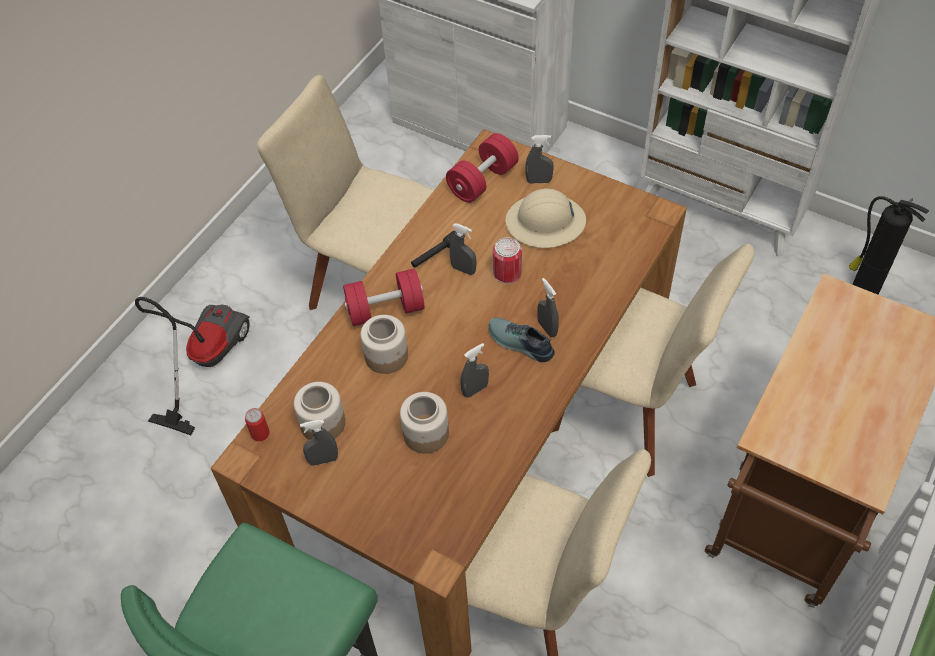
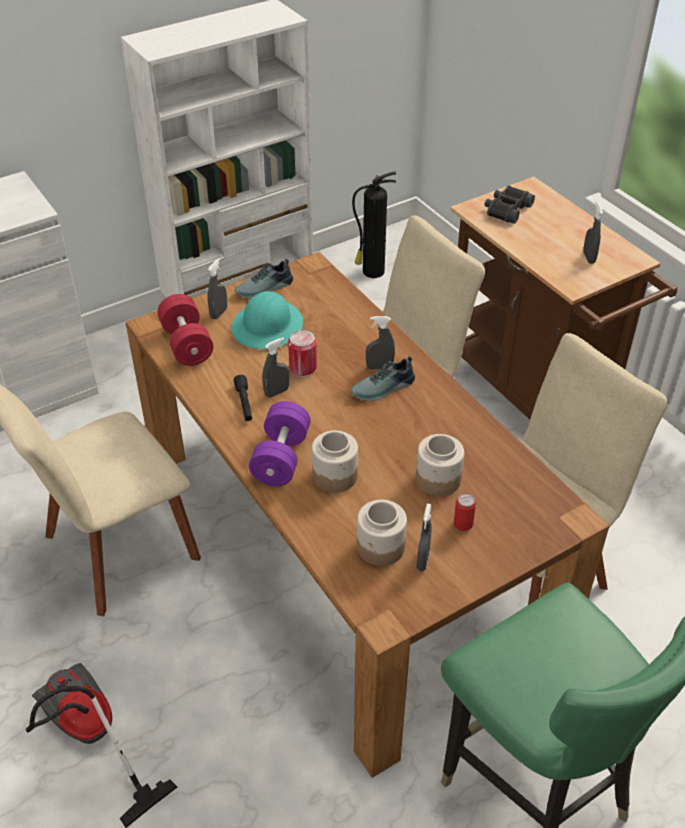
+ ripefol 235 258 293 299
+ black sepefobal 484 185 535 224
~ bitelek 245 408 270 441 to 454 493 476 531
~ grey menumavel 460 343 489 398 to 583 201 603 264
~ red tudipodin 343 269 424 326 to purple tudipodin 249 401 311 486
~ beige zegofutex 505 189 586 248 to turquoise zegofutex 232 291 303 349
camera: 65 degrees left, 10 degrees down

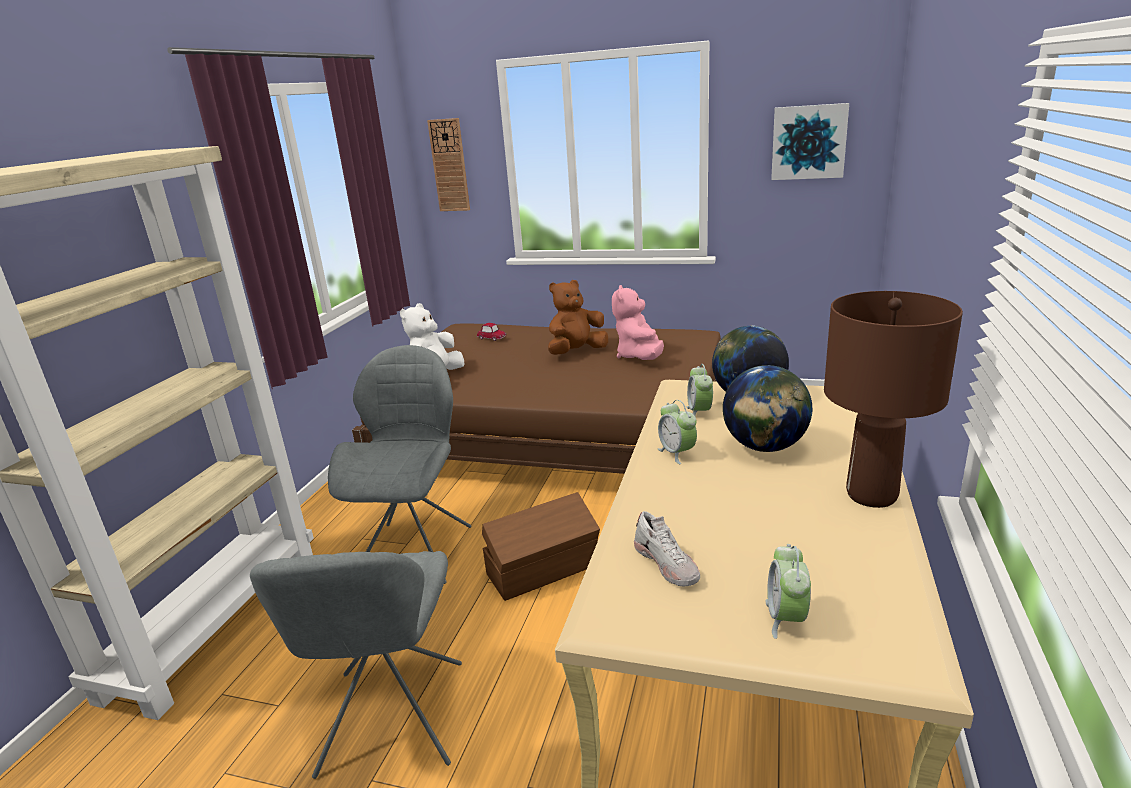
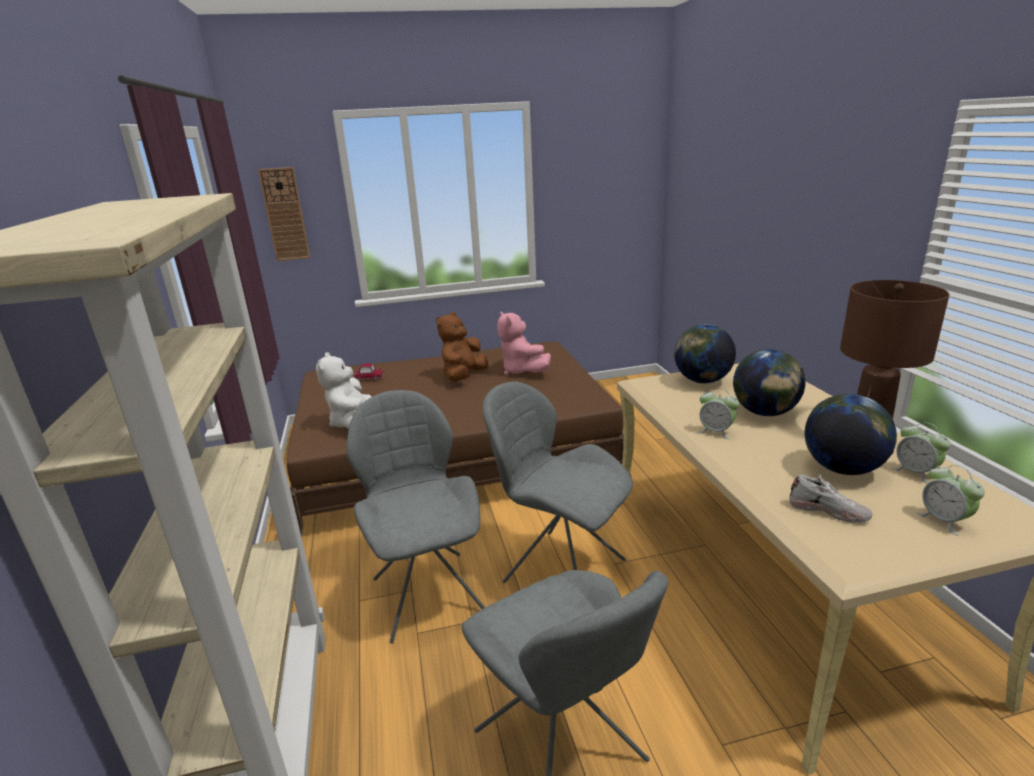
- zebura 771 103 849 180
+ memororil 805 394 897 475
~ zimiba 687 364 713 416 to 892 422 951 483
~ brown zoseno 482 492 600 601 to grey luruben 482 382 633 583
camera: 30 degrees left, 0 degrees up

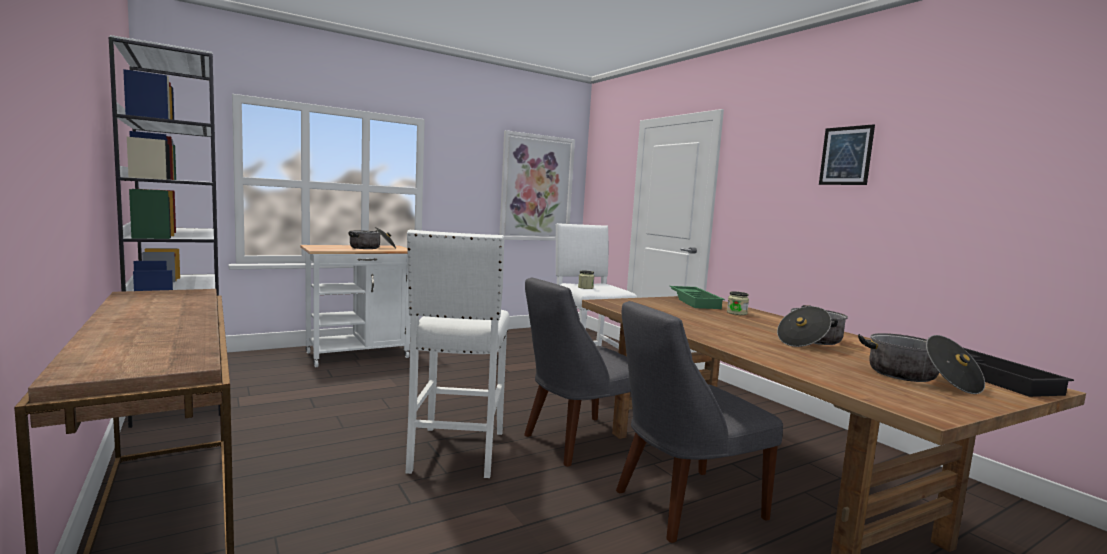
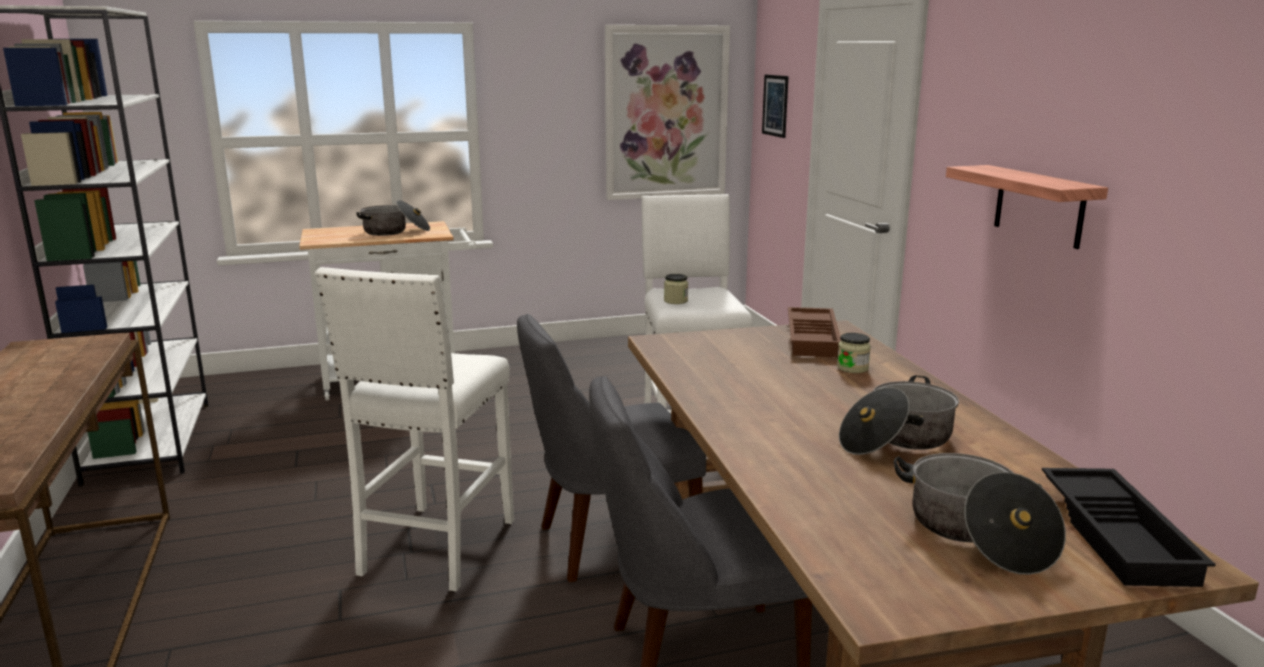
+ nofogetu 946 165 1108 249
~ zebura 819 124 875 185 to 762 75 789 138
~ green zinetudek 670 286 725 309 to brown zinetudek 788 307 841 357
camera: 15 degrees right, 10 degrees up

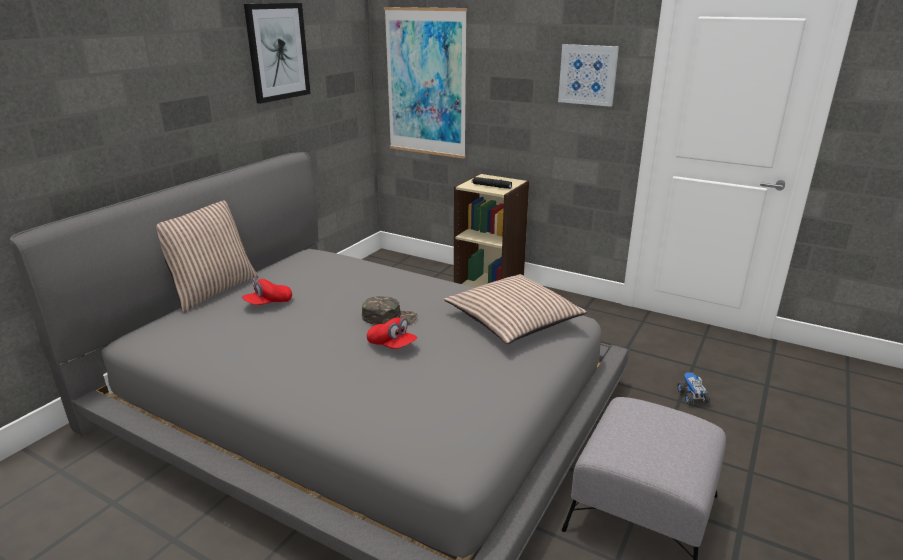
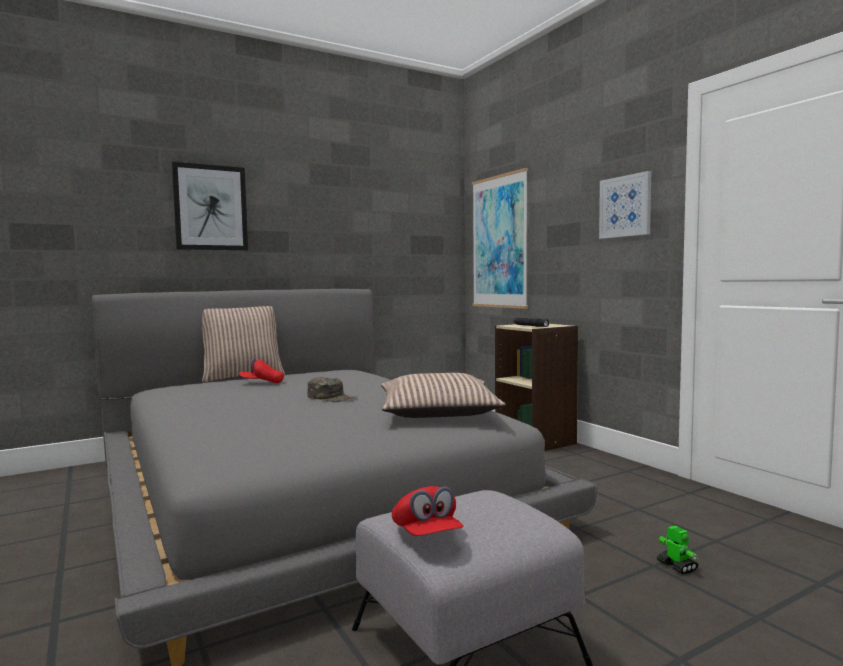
~ zebura 244 3 311 104 to 172 162 248 250
~ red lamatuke 367 317 417 349 to 392 486 464 536
~ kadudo 677 372 710 405 to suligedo 657 526 698 574
camera: 30 degrees right, 20 degrees down

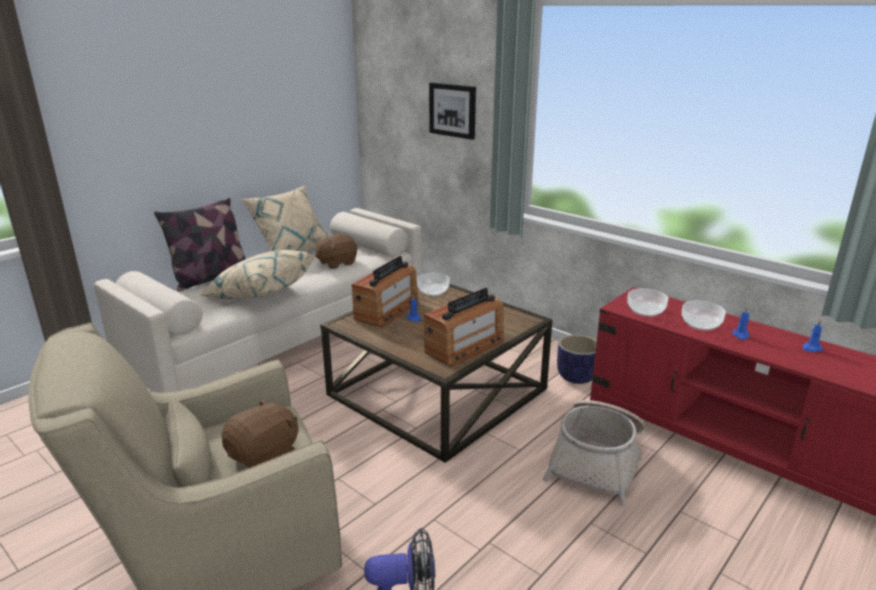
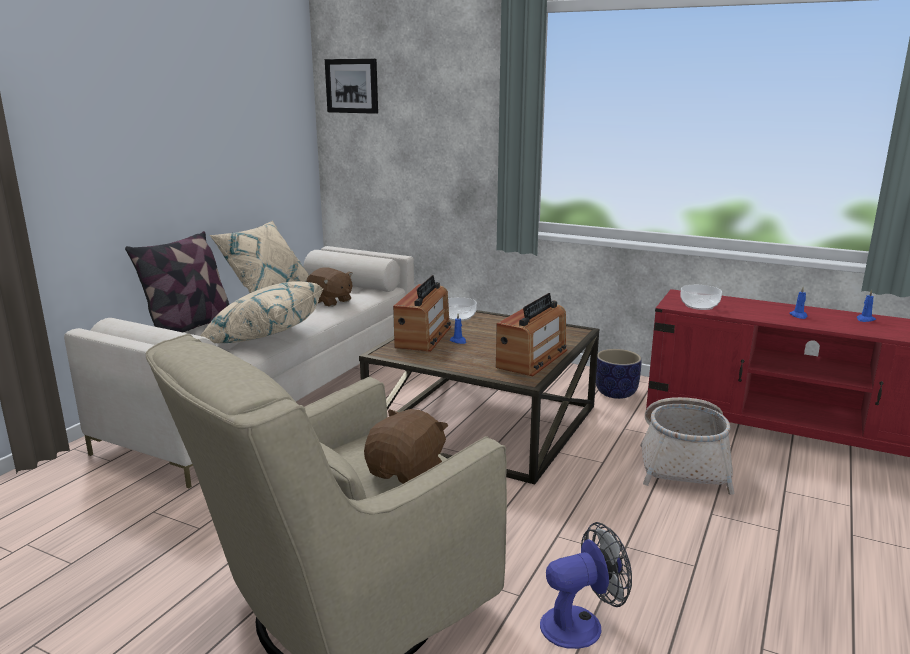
- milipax 682 301 726 331
~ zebura 429 82 476 140 to 325 59 378 114
~ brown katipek 315 234 357 269 = 306 268 353 307 90 degrees counterclockwise
camera: 15 degrees left, 5 degrees down

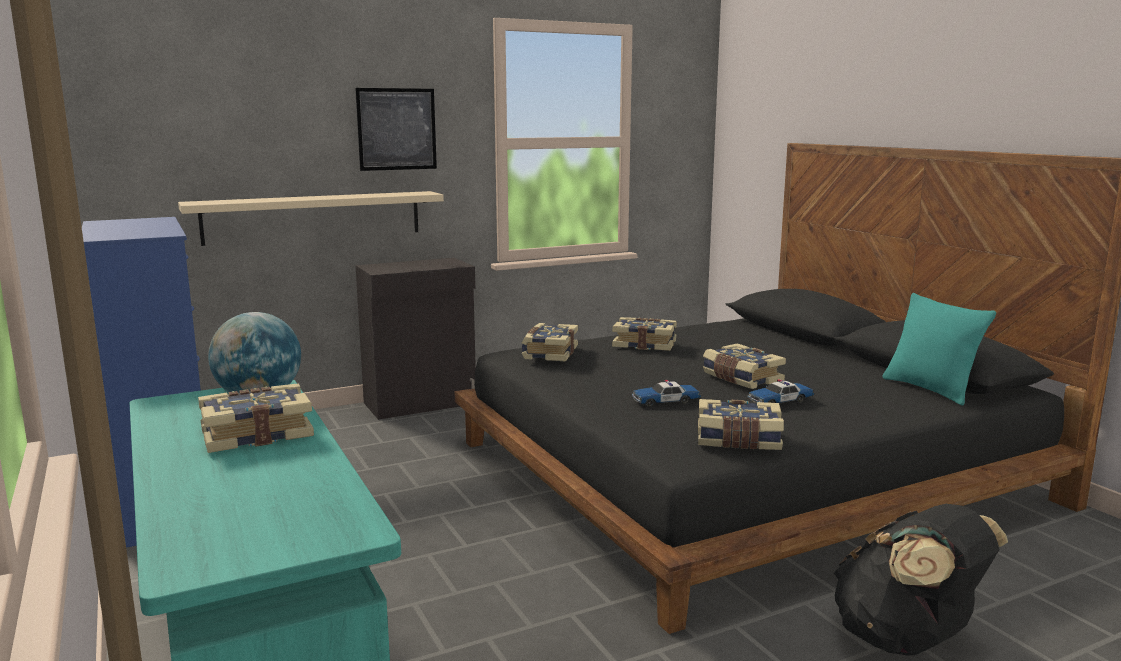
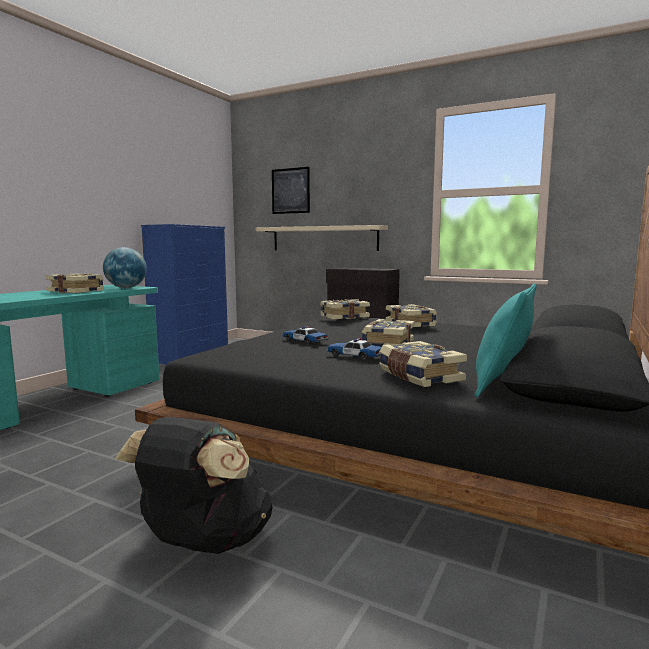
~ zebura 355 88 437 171 to 272 167 310 214
~ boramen 698 399 784 450 to 379 341 467 387
camera: 55 degrees right, 5 degrees down

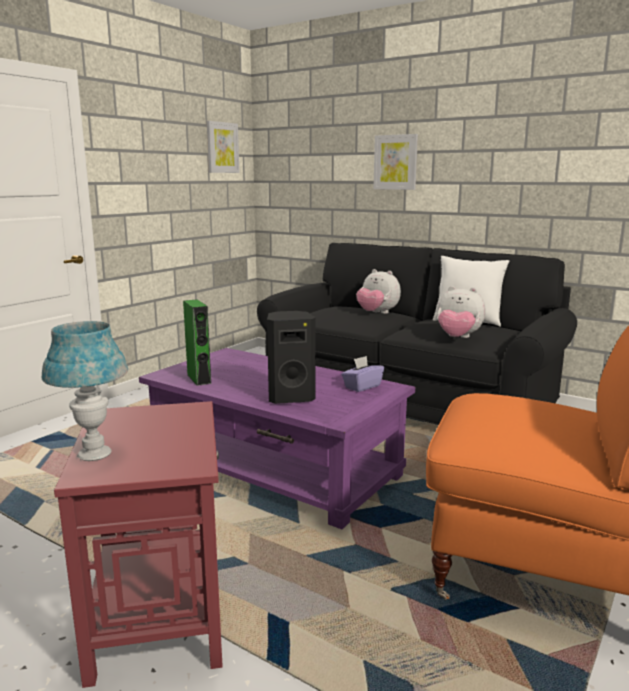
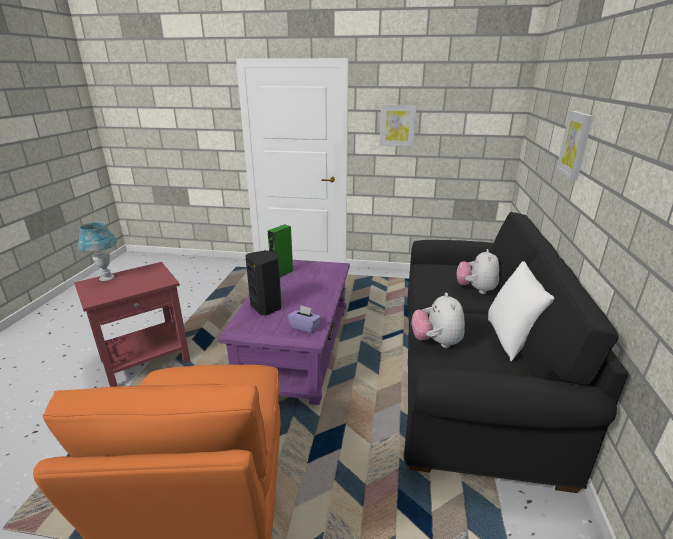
~ zebura 207 121 240 173 to 379 104 416 147
camera: 65 degrees right, 10 degrees up

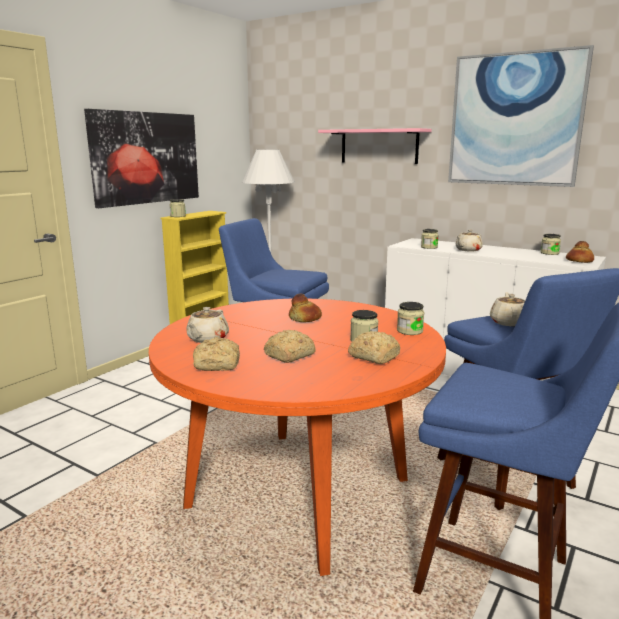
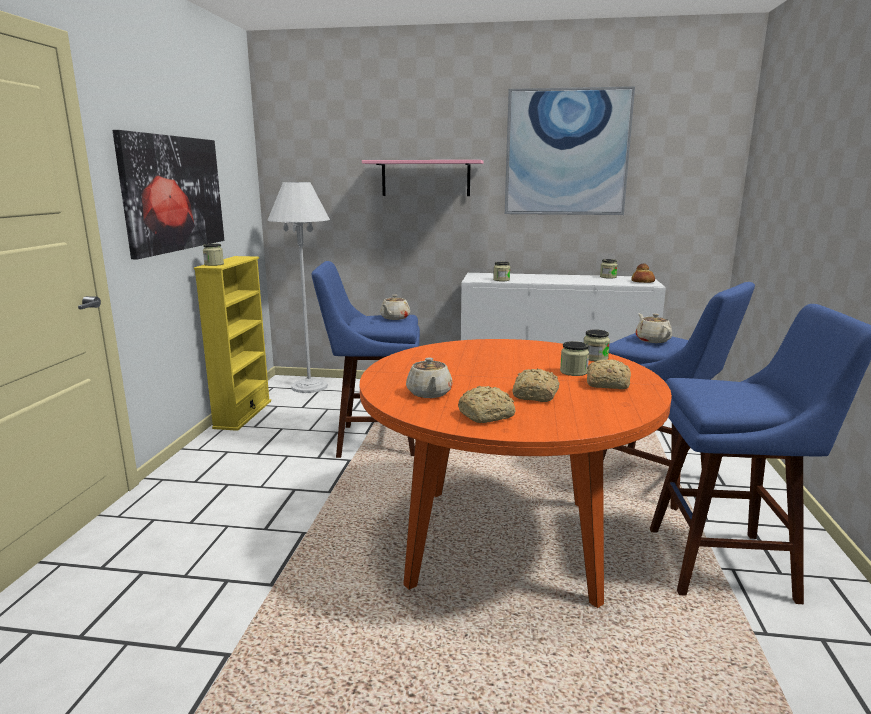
- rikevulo 289 294 322 322
~ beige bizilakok 456 230 483 252 to 380 295 410 320
camera: 25 degrees left, 0 degrees up

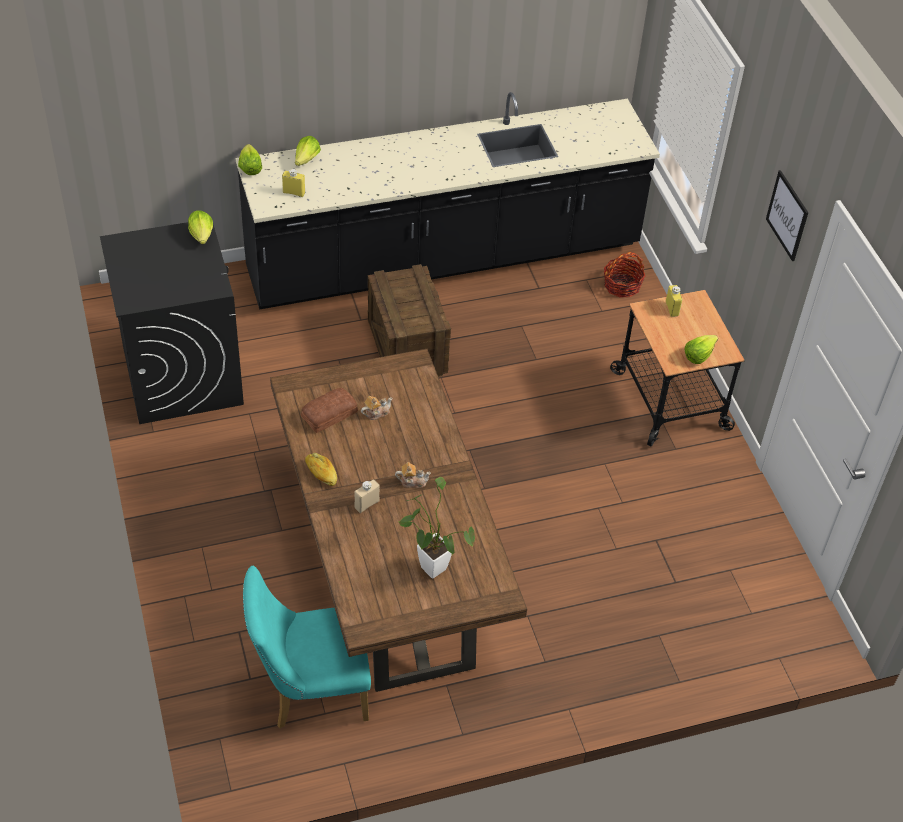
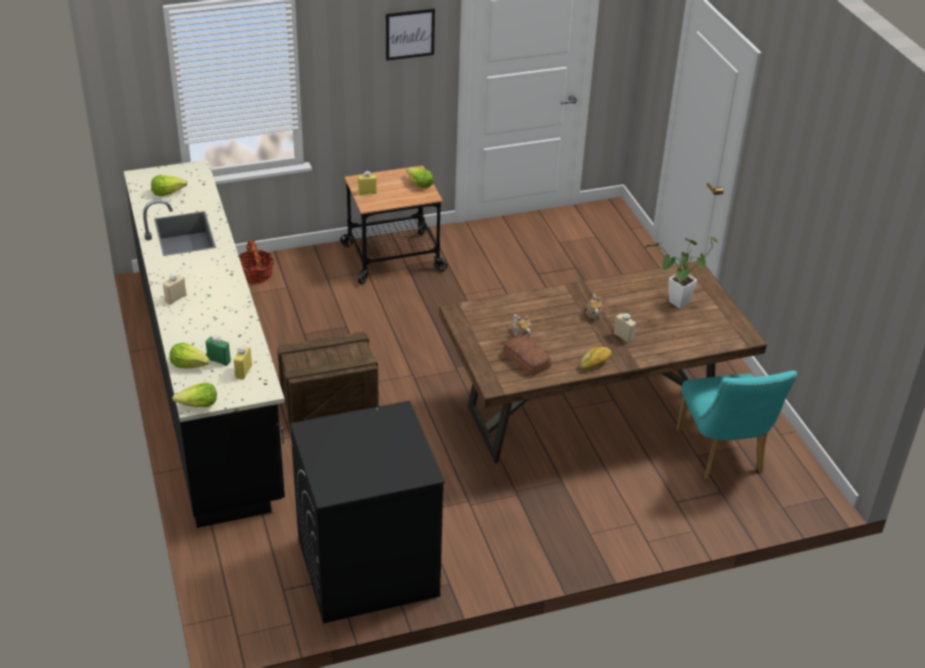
+ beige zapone 163 274 187 305
+ green zapone 206 335 231 366
~ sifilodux 188 210 213 244 to 151 175 187 196
camera: 90 degrees left, 10 degrees down

